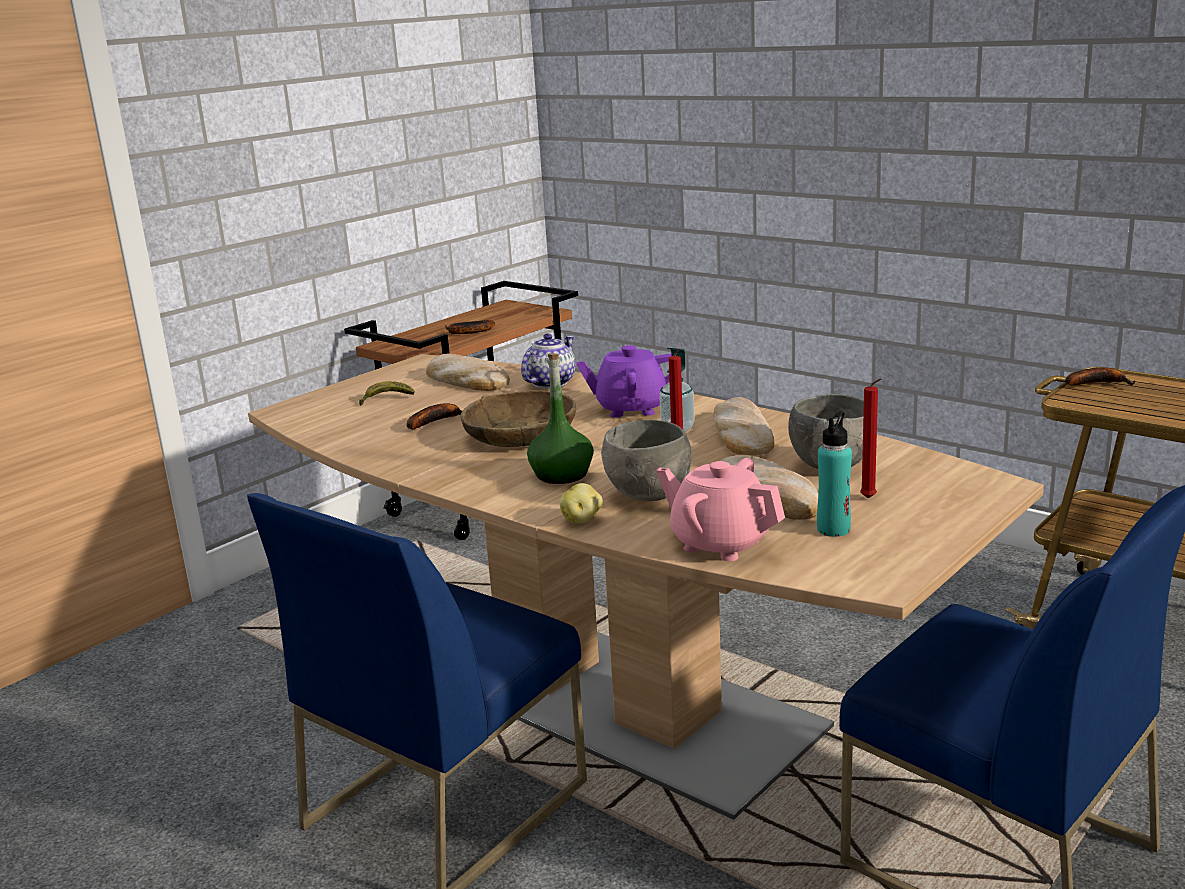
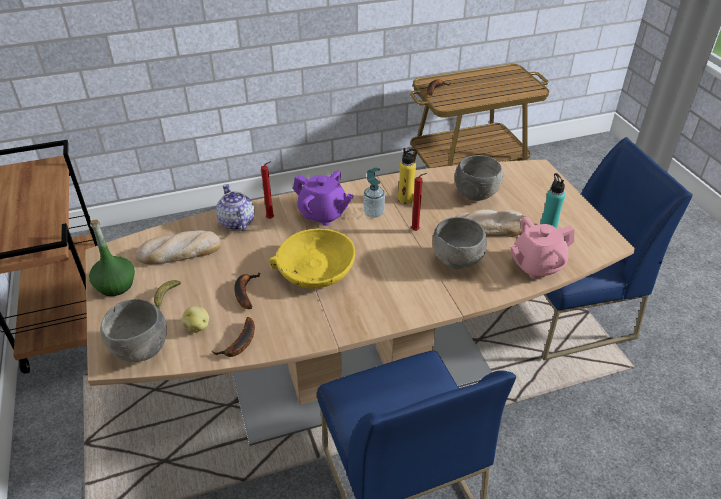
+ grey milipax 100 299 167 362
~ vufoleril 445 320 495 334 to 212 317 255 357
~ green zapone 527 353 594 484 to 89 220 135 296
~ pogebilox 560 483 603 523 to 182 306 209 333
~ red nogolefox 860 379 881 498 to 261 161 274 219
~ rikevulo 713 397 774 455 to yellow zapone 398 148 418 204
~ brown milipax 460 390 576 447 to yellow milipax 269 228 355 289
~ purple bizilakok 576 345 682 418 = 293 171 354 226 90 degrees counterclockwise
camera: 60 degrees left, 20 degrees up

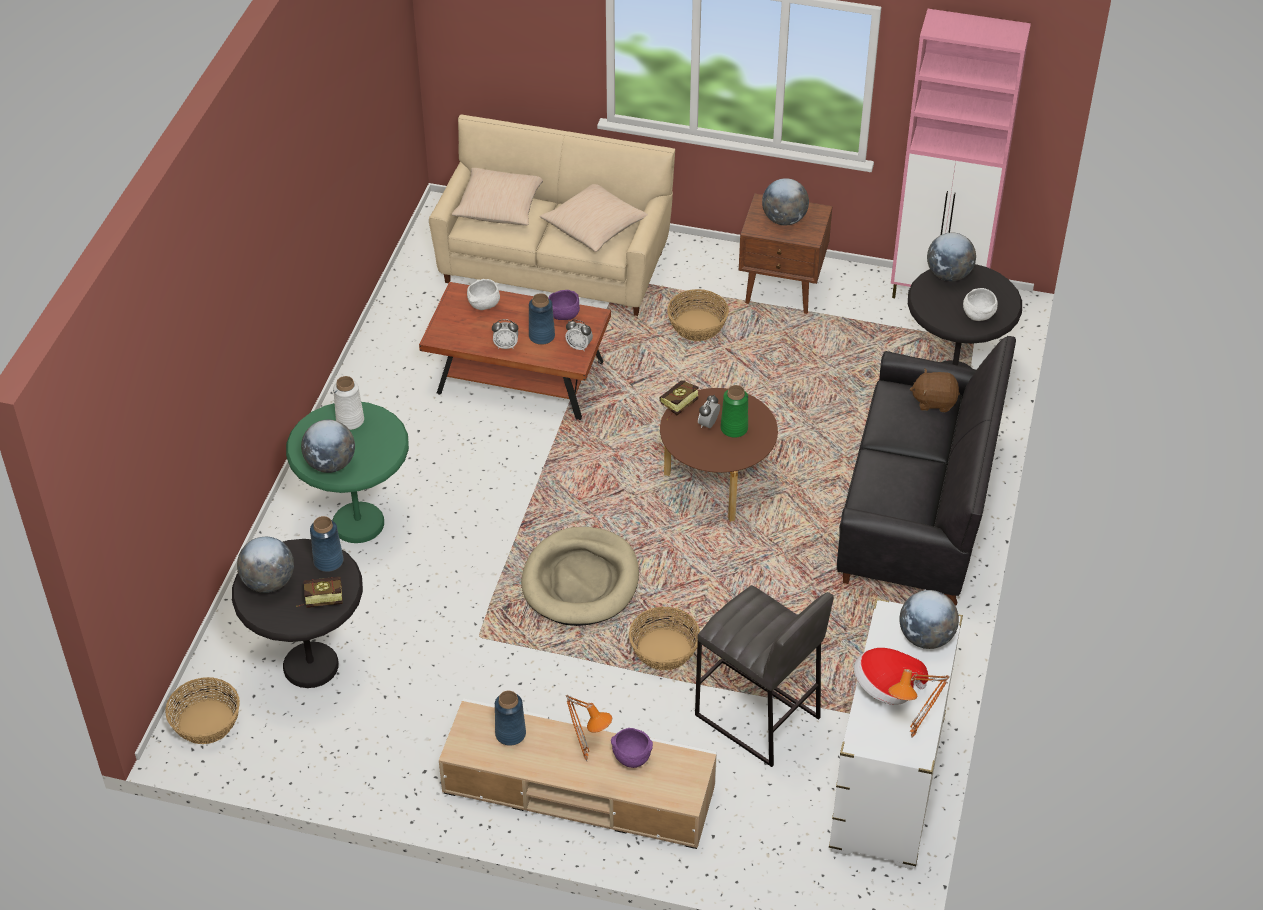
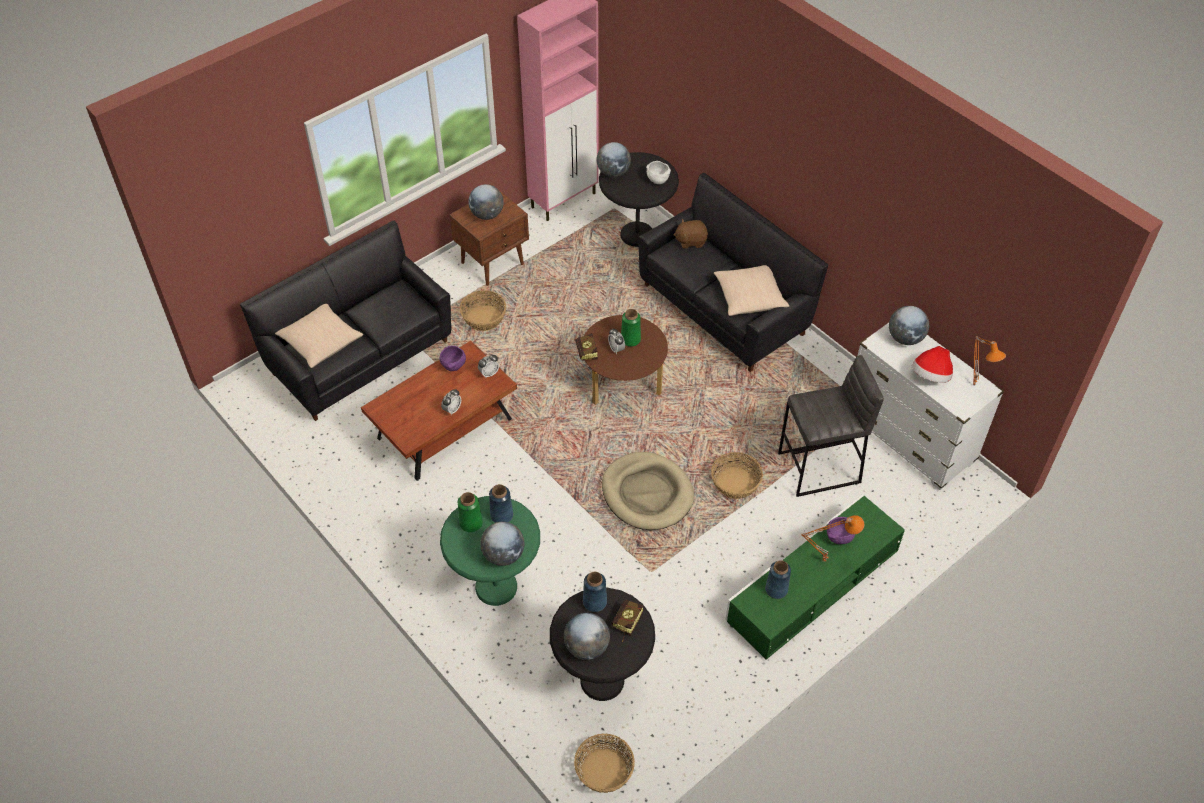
- white milipax 467 279 500 310
~ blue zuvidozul 529 293 555 345 to 489 484 513 523
~ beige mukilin 540 184 648 252 to 714 265 789 316
~ white zuvidozul 333 376 364 430 to green zuvidozul 458 492 483 532
~ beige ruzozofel 429 115 675 316 to black ruzozofel 240 221 451 421
~ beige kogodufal 439 698 717 849 to green kogodufal 725 494 905 660
~ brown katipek 910 368 960 412 = 674 219 708 249 45 degrees clockwise
camera: 55 degrees left, 5 degrees up

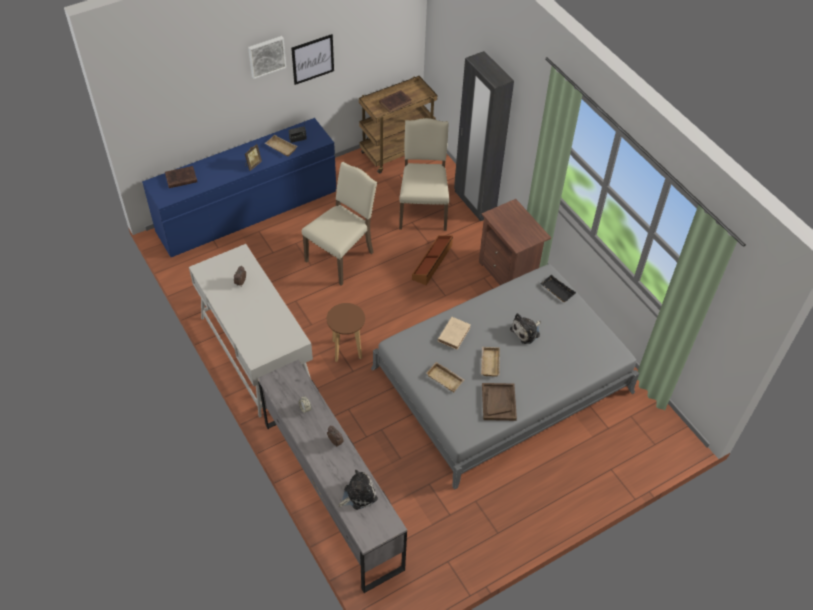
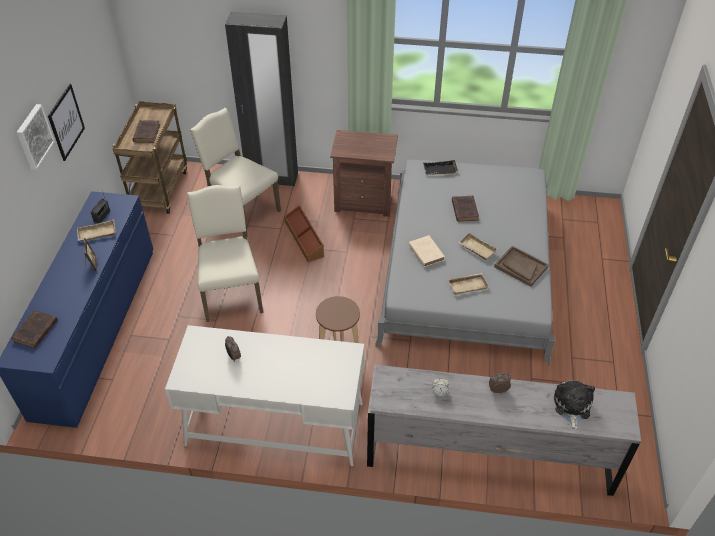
~ katipek 510 313 541 344 to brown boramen 452 196 479 222
camera: 50 degrees left, 5 degrees down

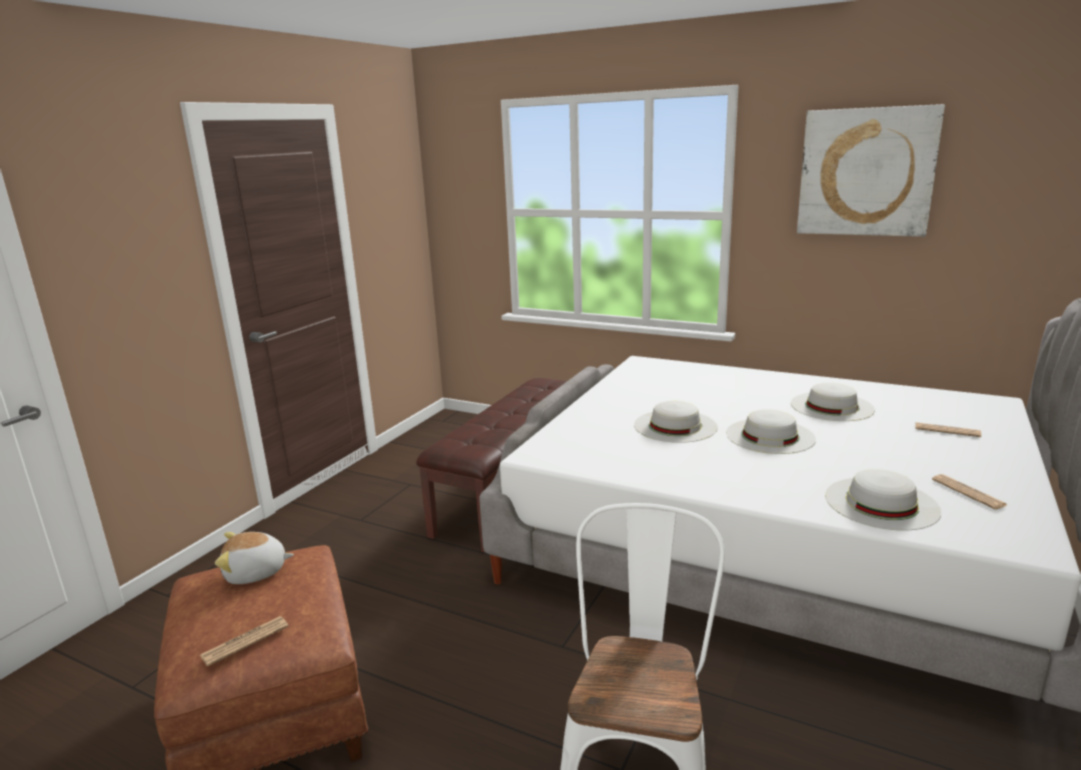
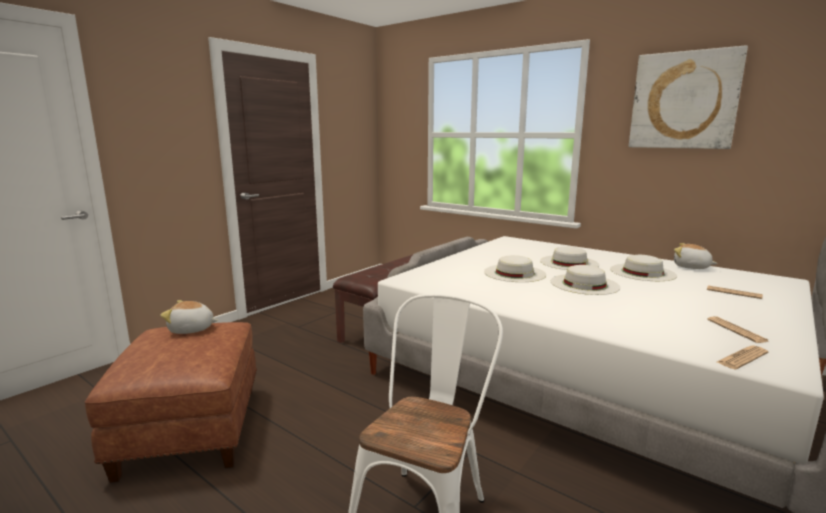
+ katipek 674 243 718 269
~ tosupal 200 616 288 666 to 717 346 768 370
~ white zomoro 825 469 941 530 to 540 246 599 270
camera: 10 degrees right, 5 degrees down

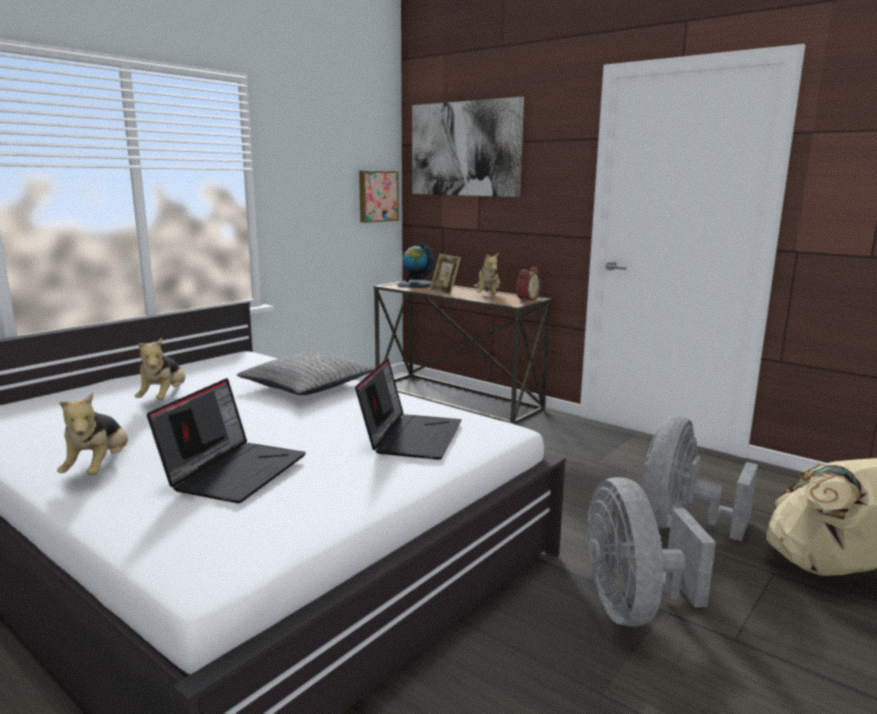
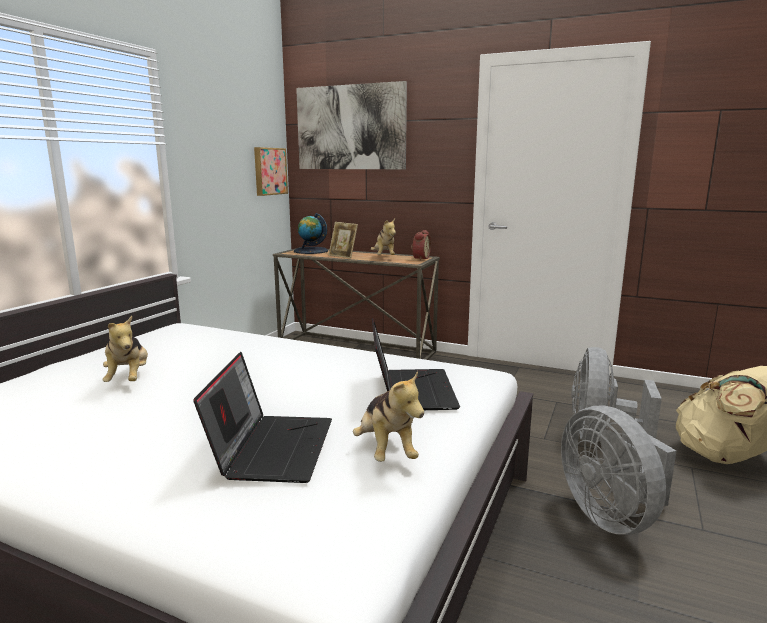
- grey mukilin 237 351 375 395
~ katipek 57 393 128 475 to 353 371 424 462
camera: 15 degrees left, 0 degrees up

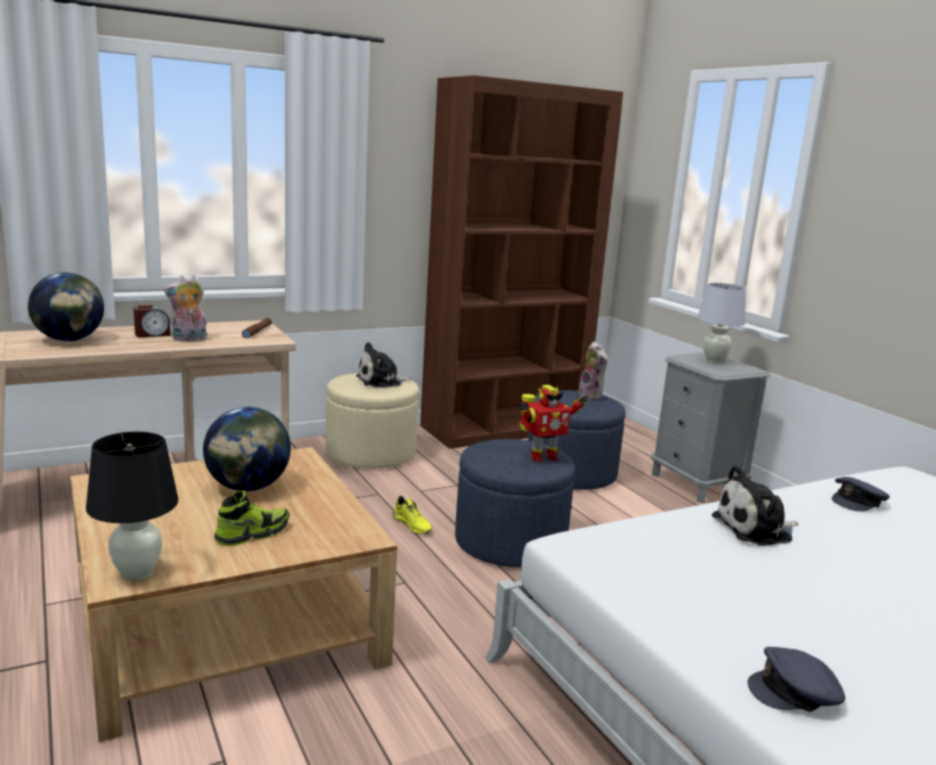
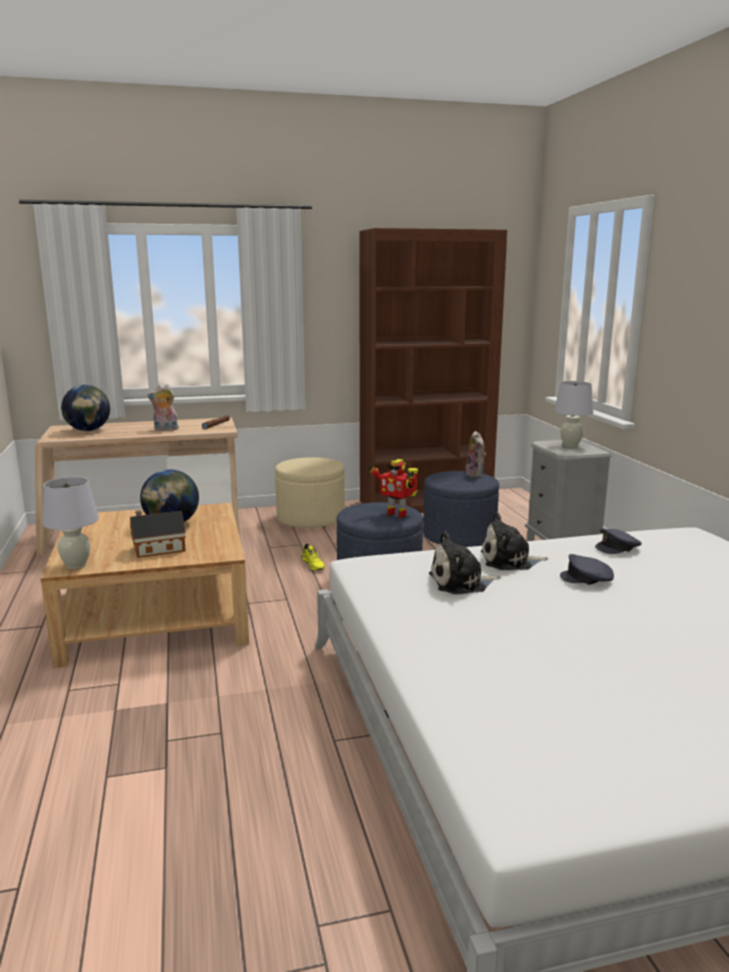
- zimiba 133 305 171 337
~ katipek 356 342 412 388 to 429 531 500 594
~ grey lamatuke 748 647 845 712 to 560 554 614 585
~ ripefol 214 490 289 546 to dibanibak 130 510 186 558
~ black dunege 86 432 178 581 to white dunege 42 477 99 569
~ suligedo 518 385 588 463 = 367 459 418 518 45 degrees clockwise
camera: 15 degrees right, 0 degrees up

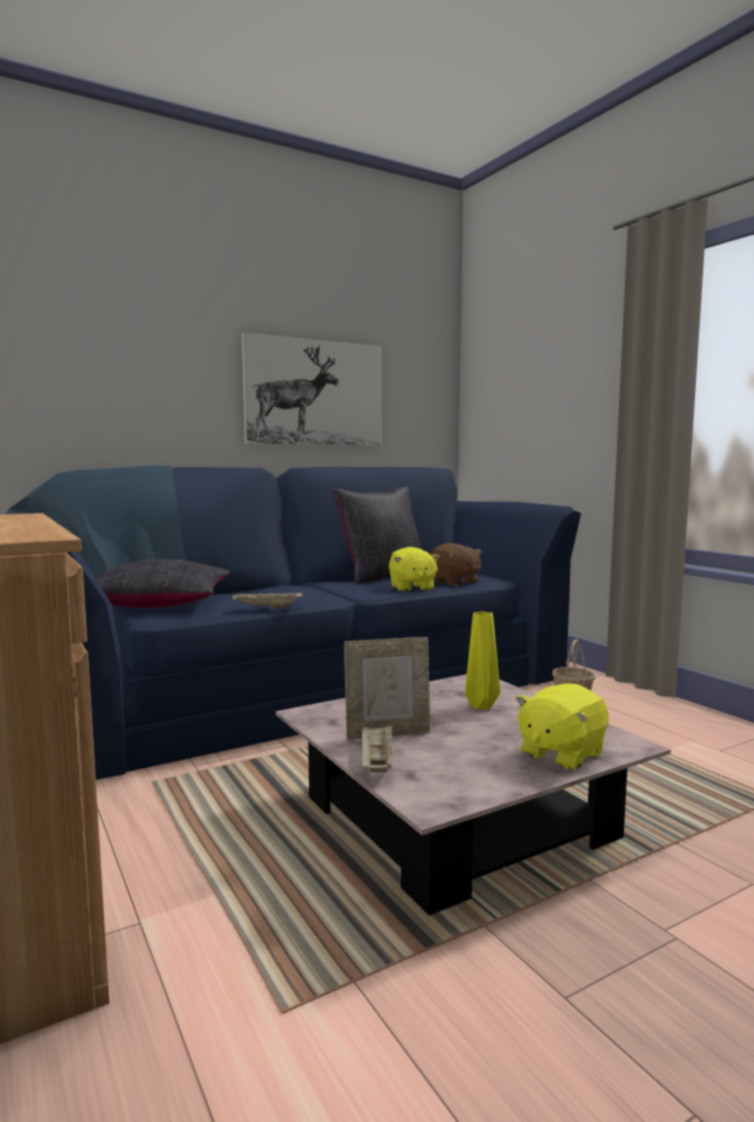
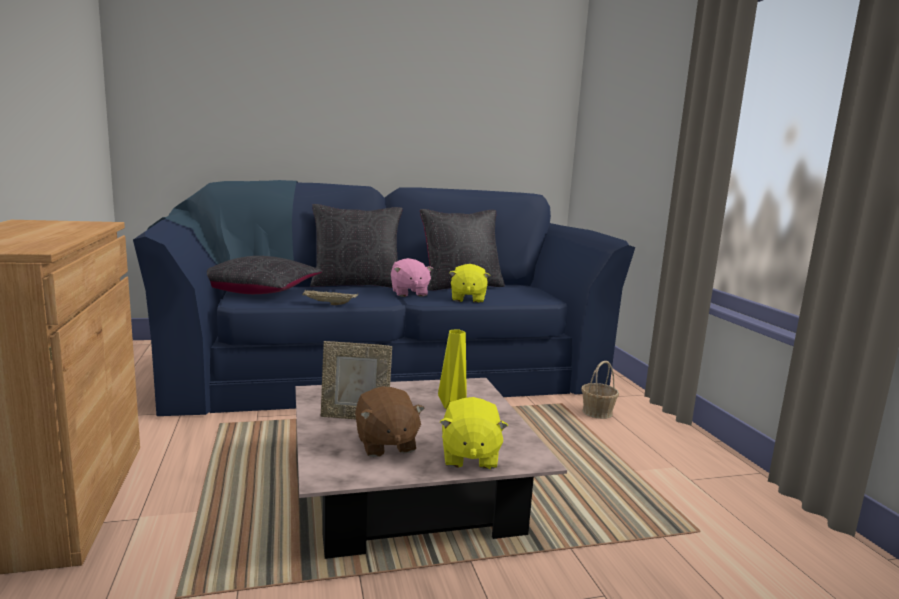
- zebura 242 333 382 446
- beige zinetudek 362 724 392 772
+ black mukilin 310 204 403 288
+ pink katipek 391 258 433 297
~ brown katipek 430 543 482 586 to 355 386 425 457
~ yellow katipek 515 684 609 770 = 440 397 508 470 60 degrees counterclockwise
camera: 15 degrees right, 5 degrees up

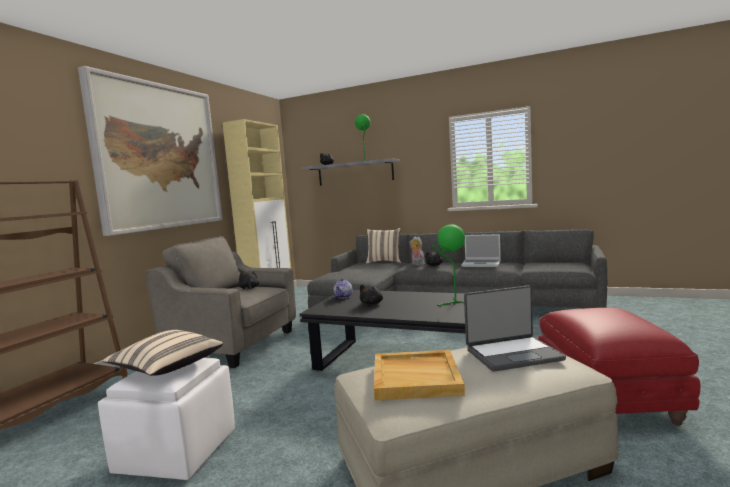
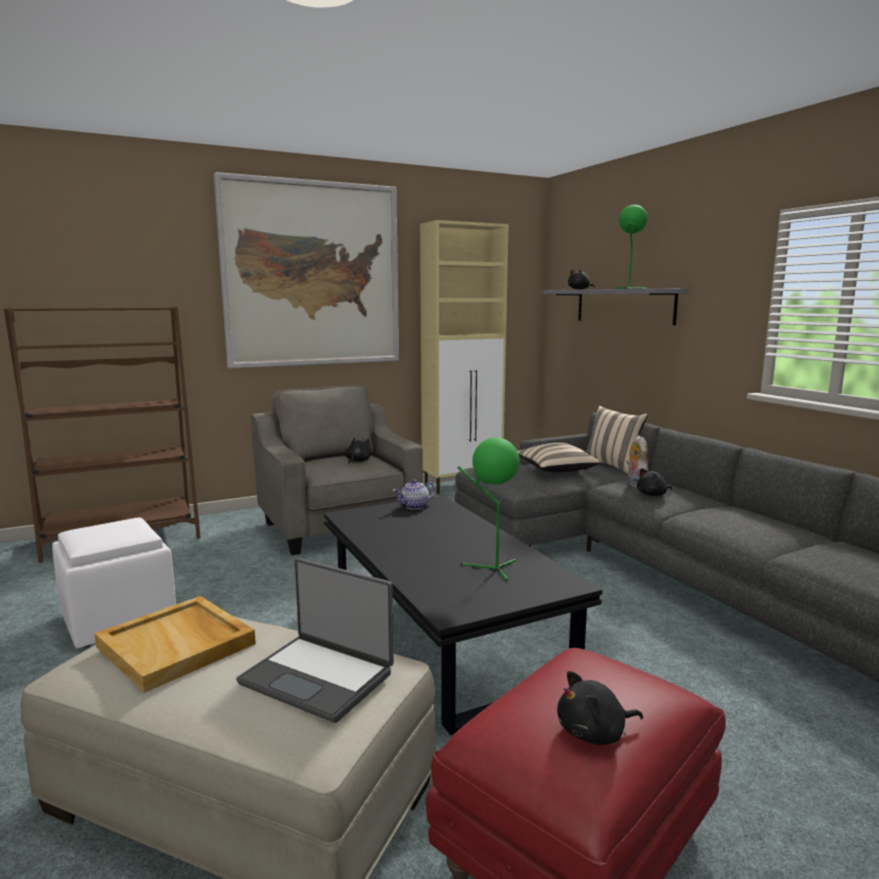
- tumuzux 461 234 501 267
~ beige mukilin 102 330 223 376 to 517 443 600 472
~ black katipek 360 285 383 304 to 557 671 643 745
camera: 40 degrees right, 5 degrees up

